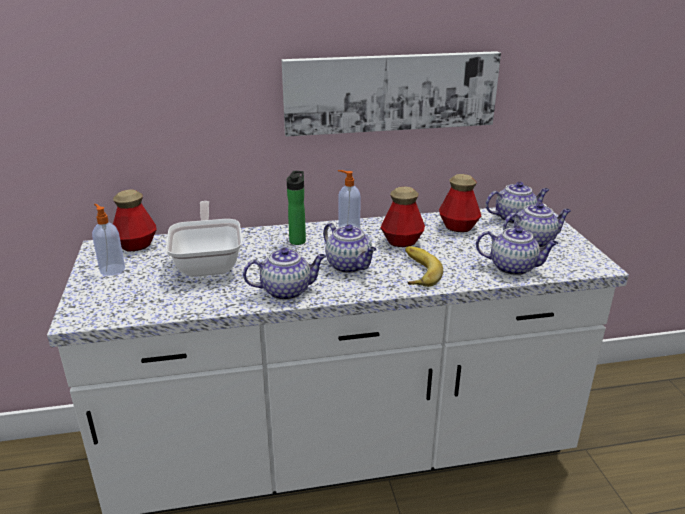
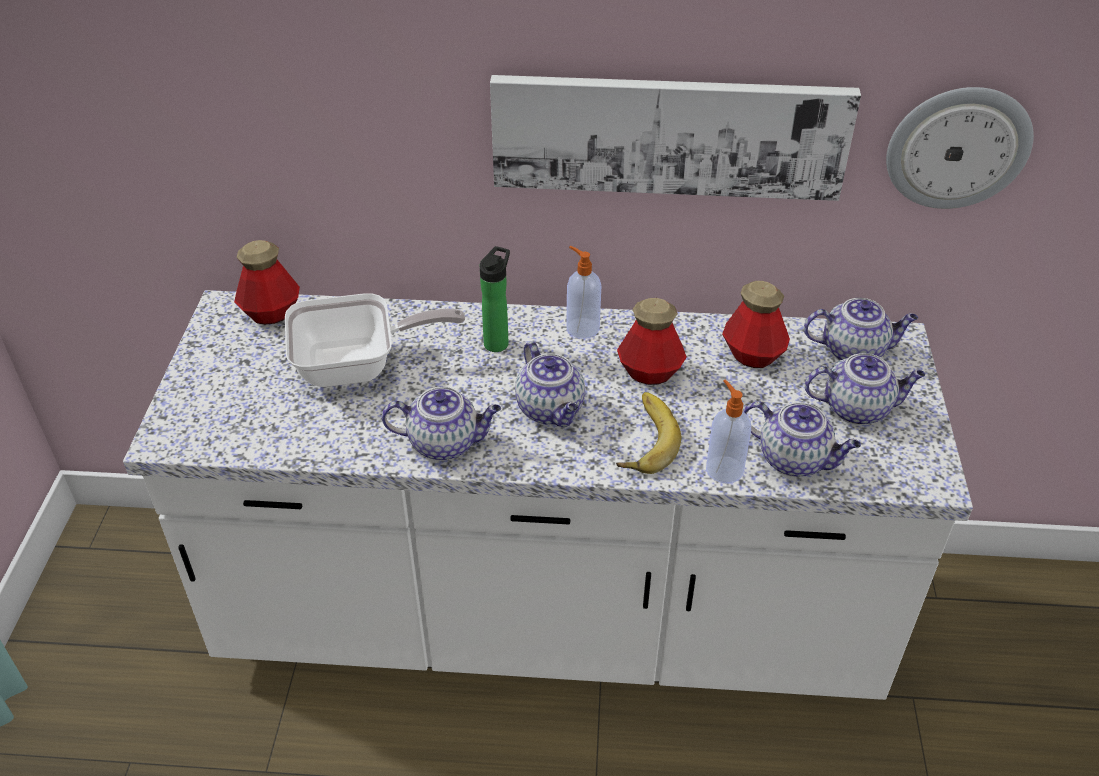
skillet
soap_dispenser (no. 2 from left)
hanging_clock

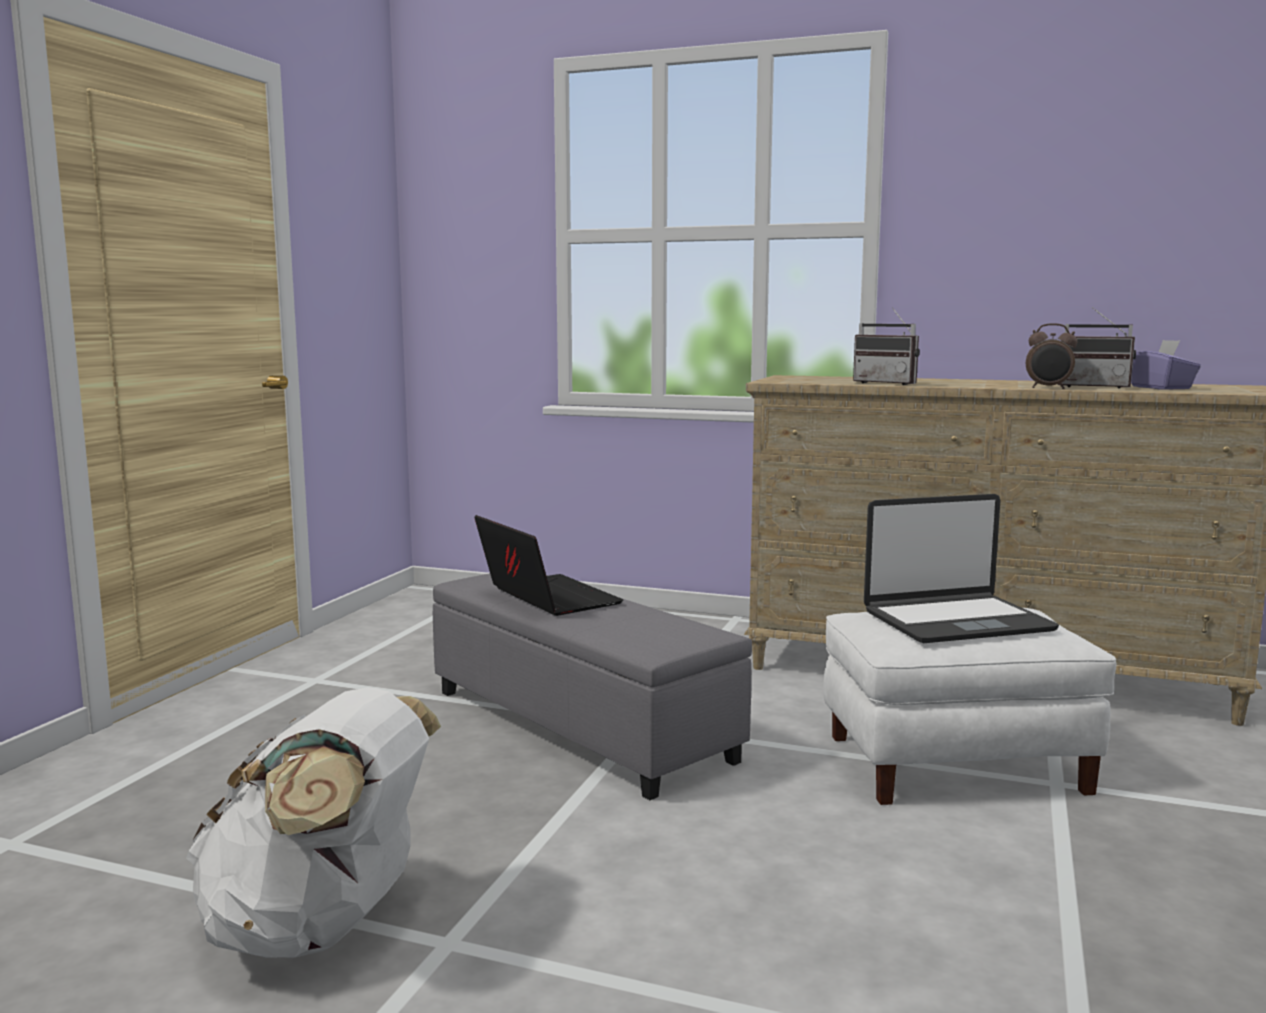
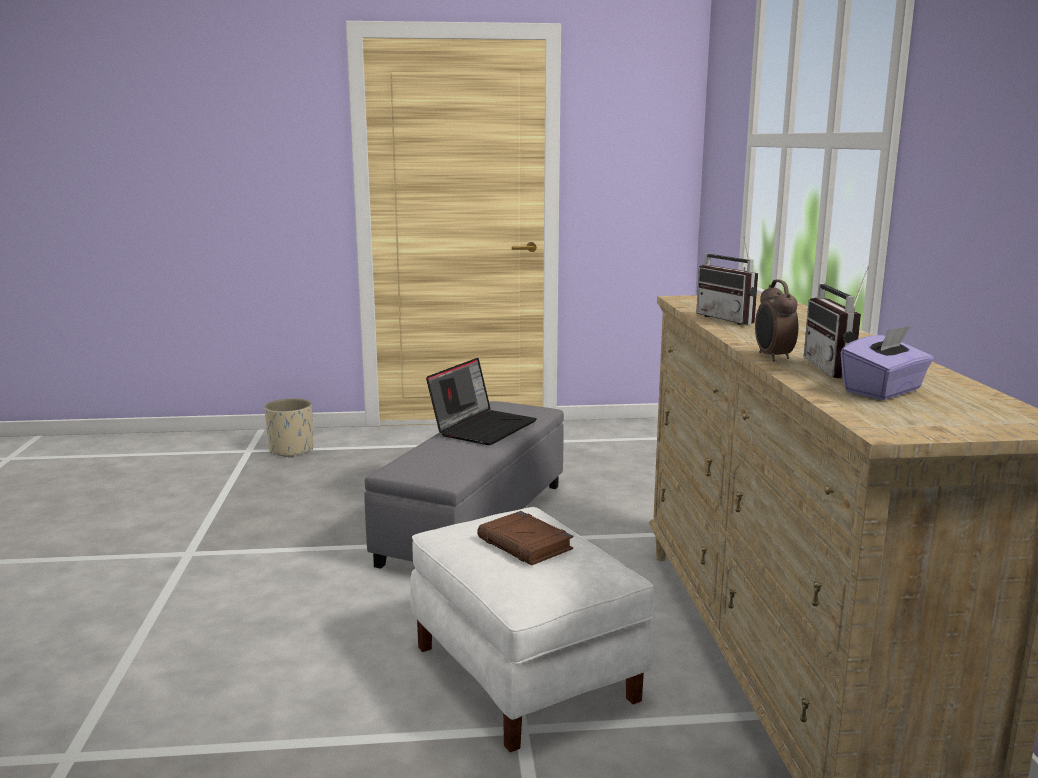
radio_receiver (no. 1 from left)
brownish_book
whitish_backpack
beige_planter

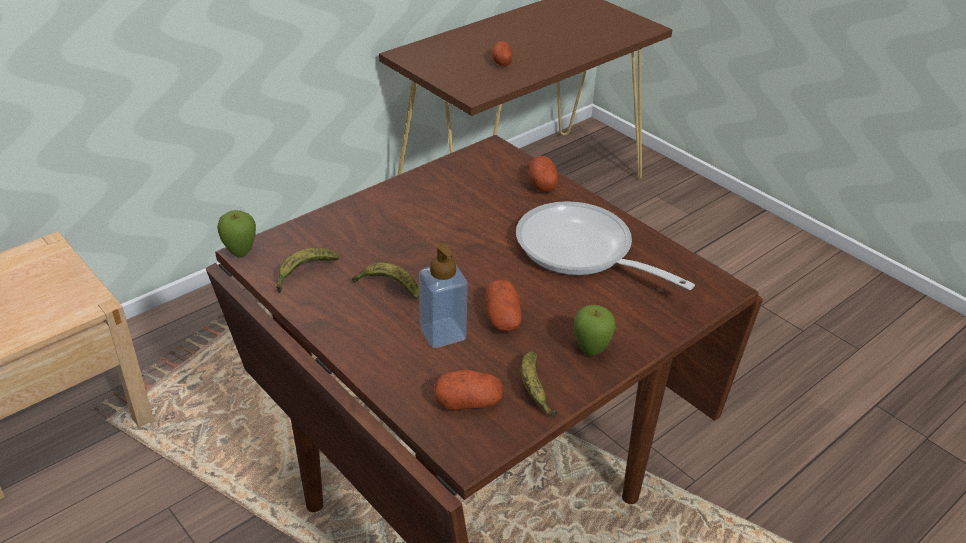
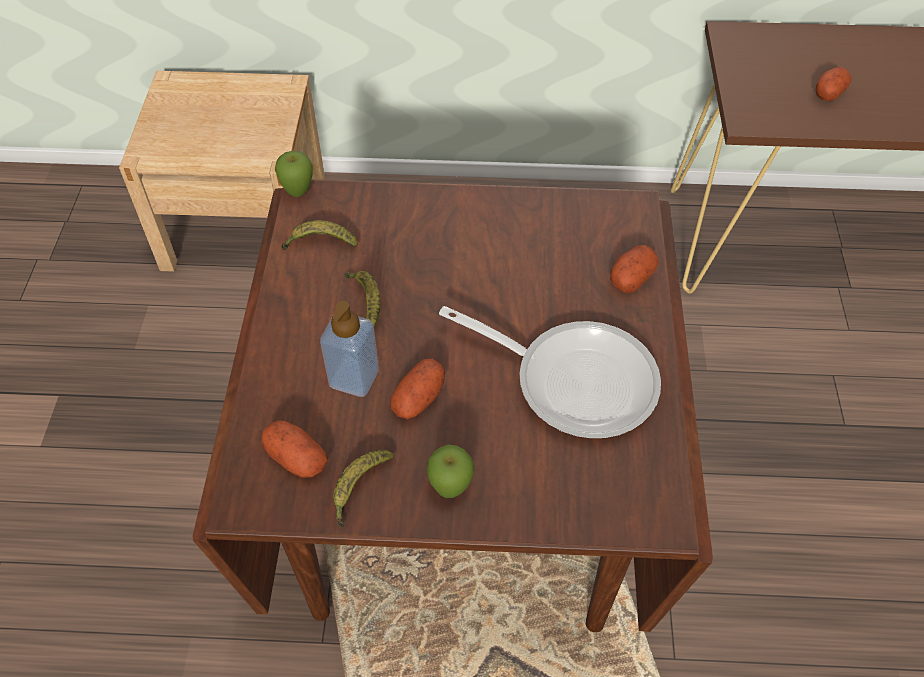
skillet

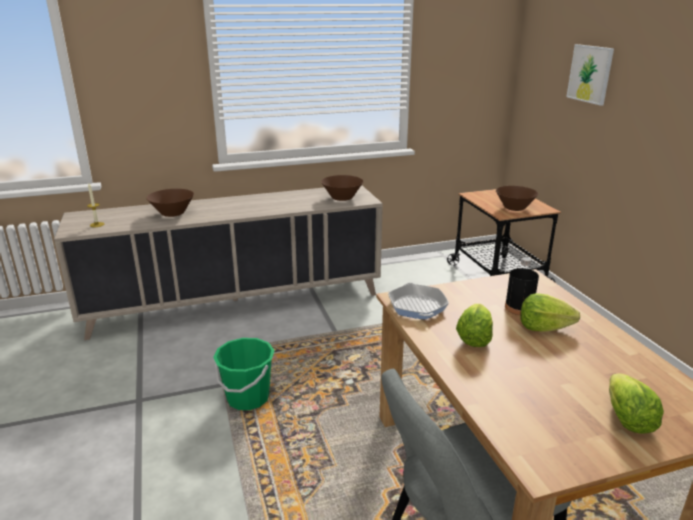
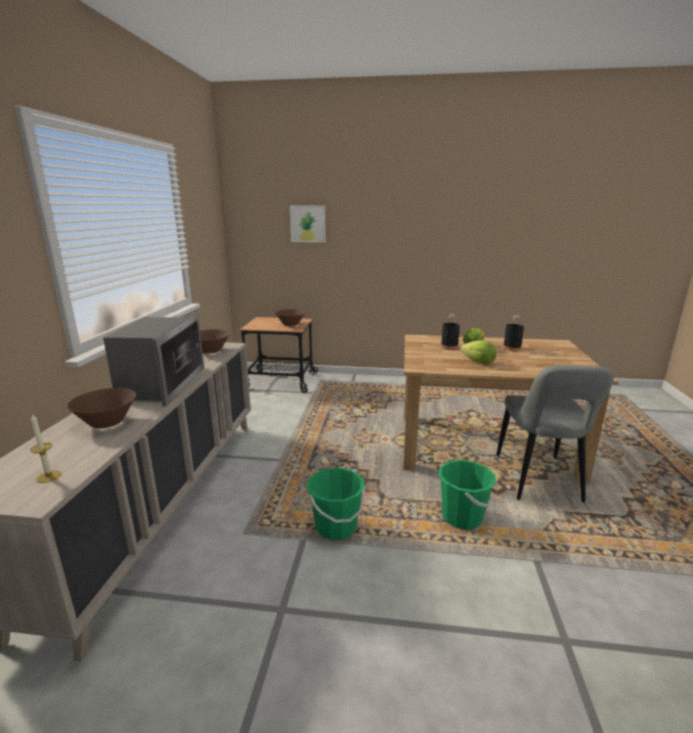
skillet
lettuce (no. 3 from left in the first image)
kitchen_microwave
black-coloured_beverage_bottle (no. 2 from left)
greenish_pail (no. 2 from left)

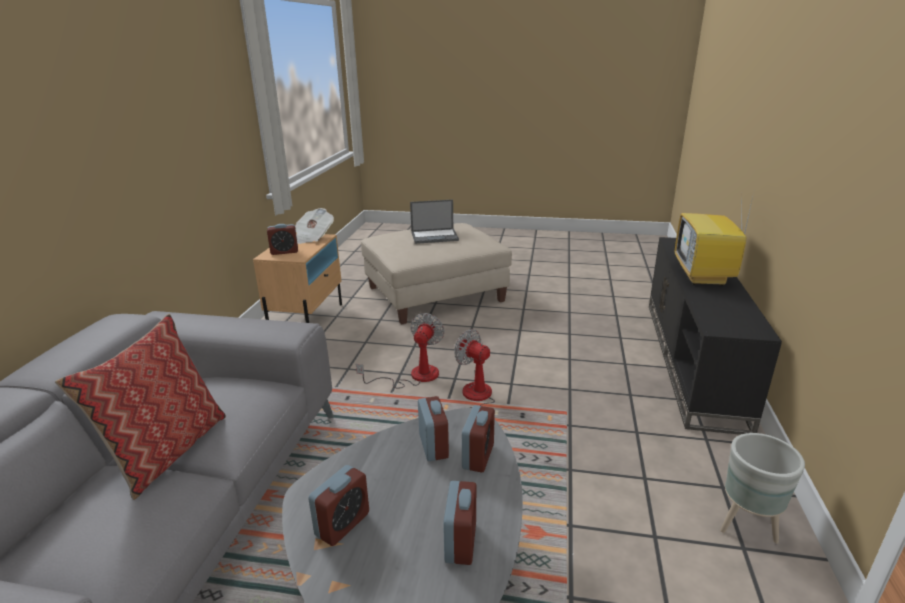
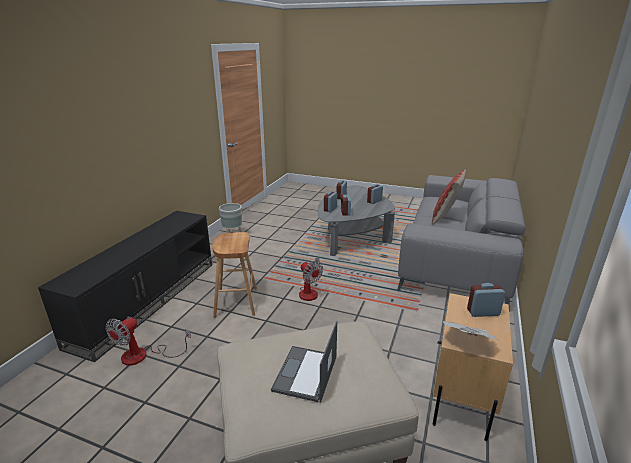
television
portable_computer
cooling_fan (no. 1 from left)
brownish_stool

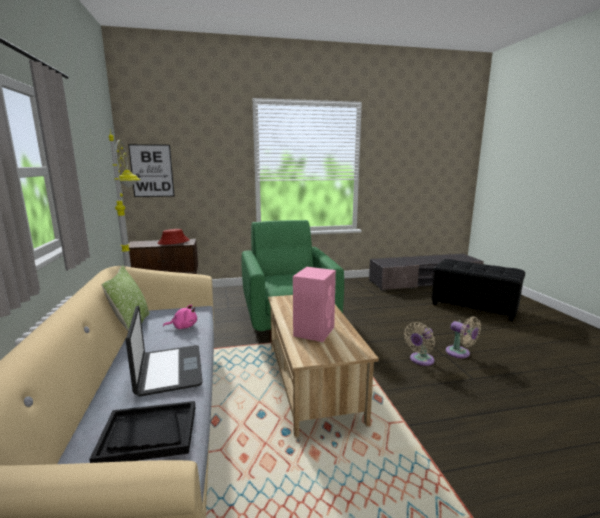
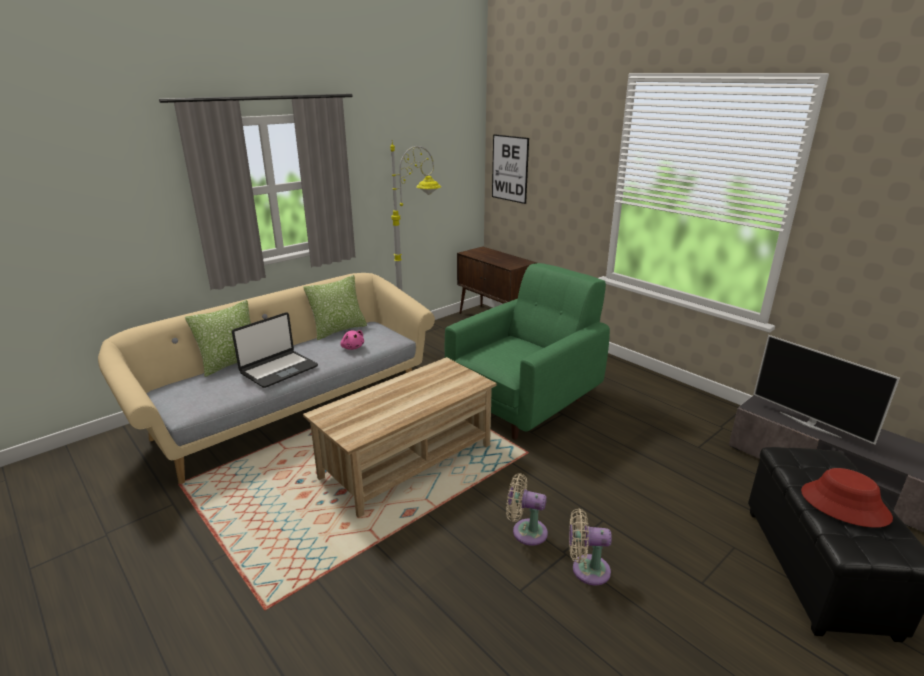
red-coloured_clothing_hat
pinkish_audio_speaker
beige_cooling_fan (no. 2 from left)
black-coloured_carrying_tray
cushion (no. 1 from left)
television

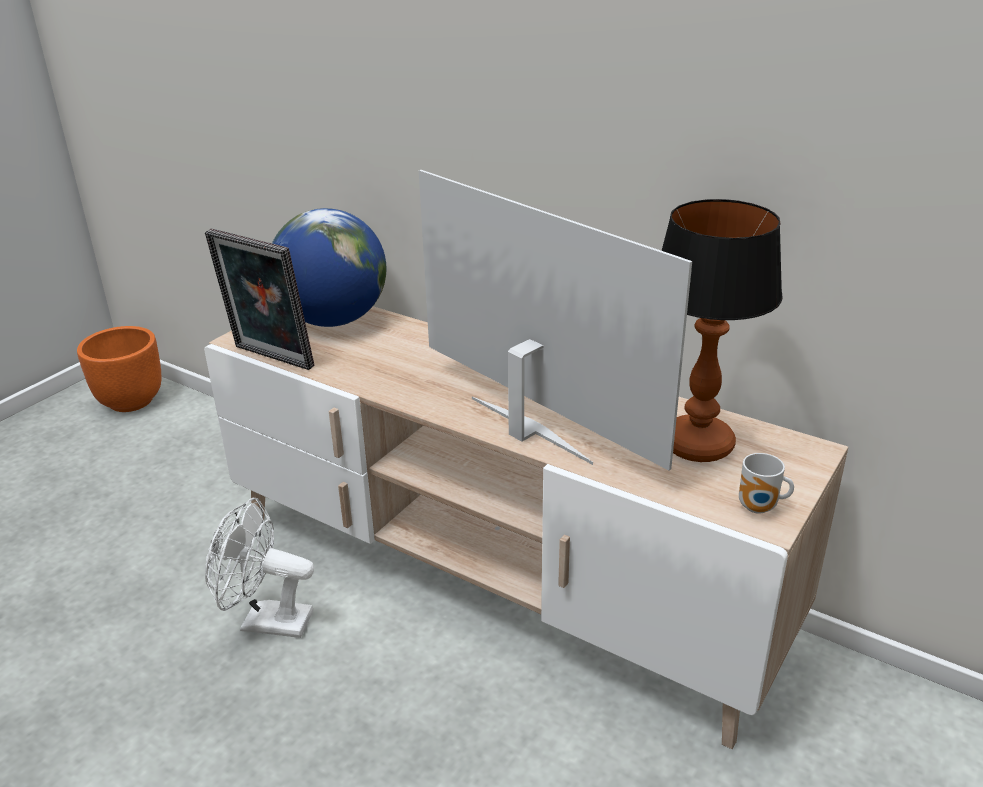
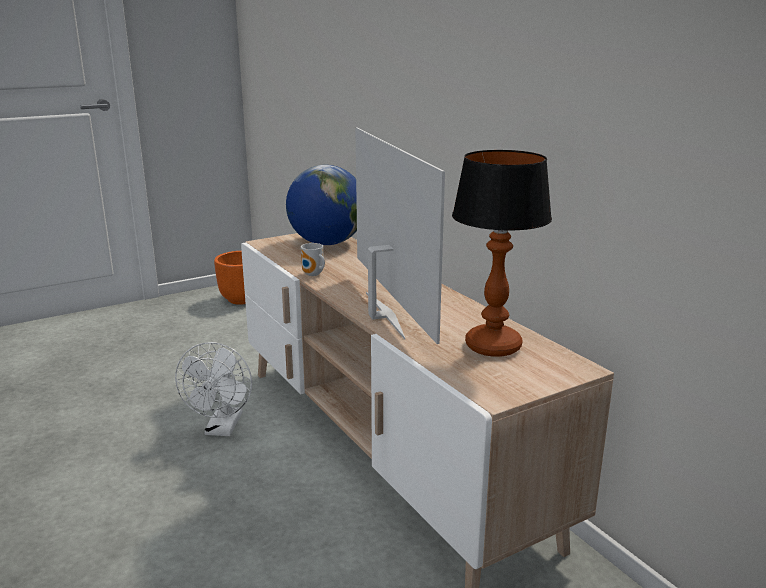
standing_frame
coffee_mug
whitish_cooling_fan

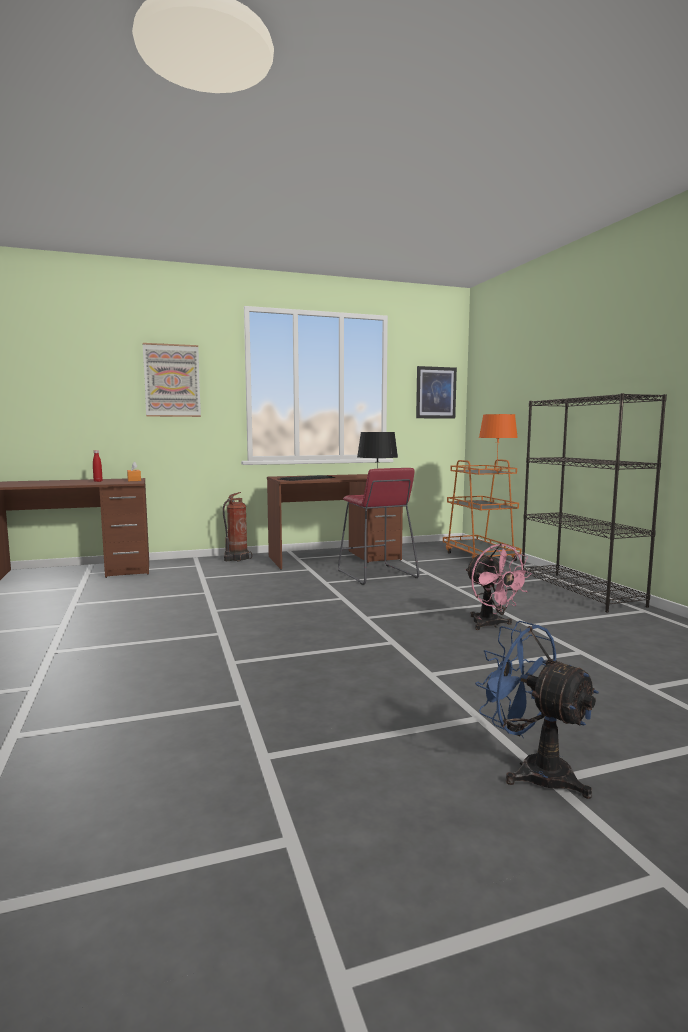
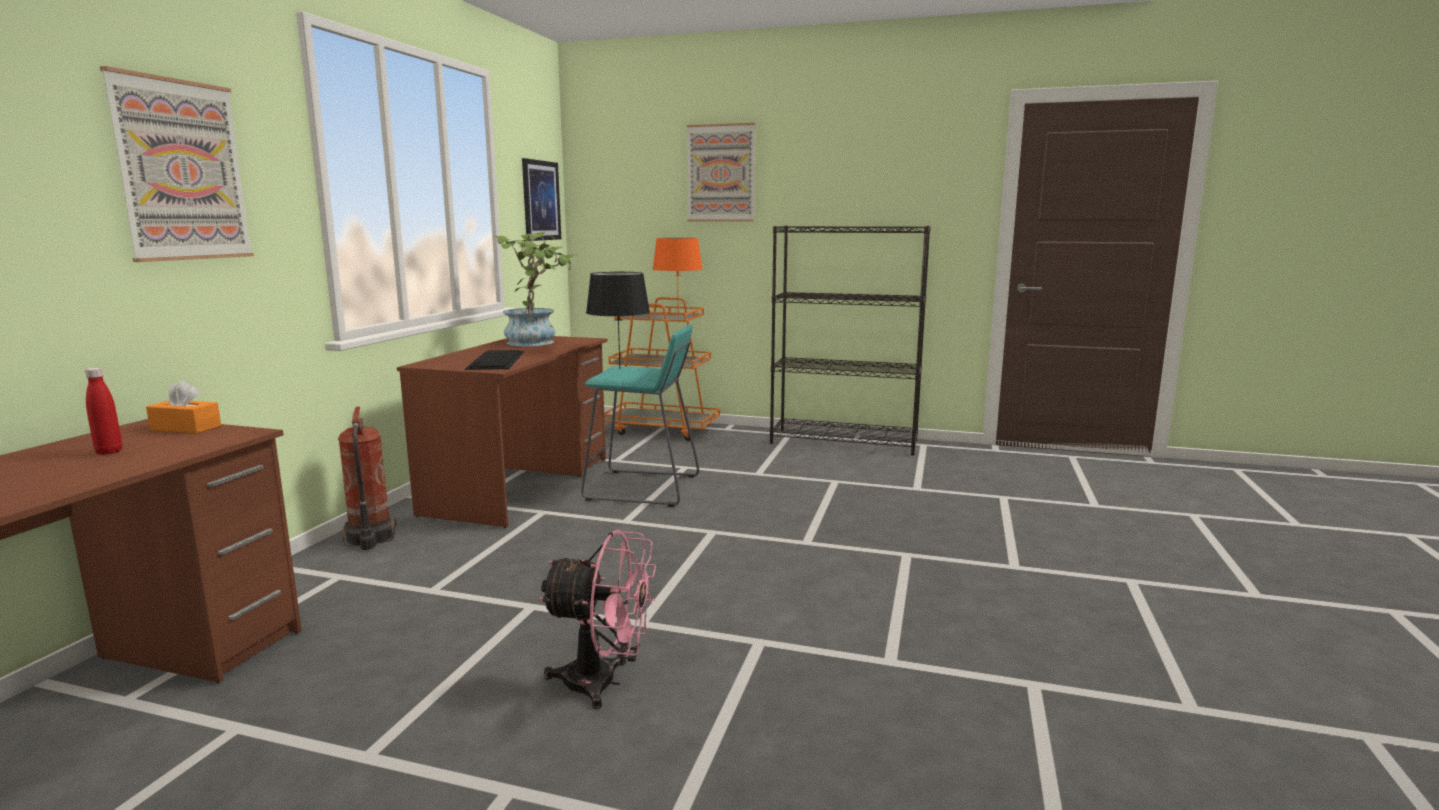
turquoise-coloured_stool
pinkish_cooling_fan
blue-coloured_cooling_fan
wall_picture (no. 3 from left)
plant_in_a_pot

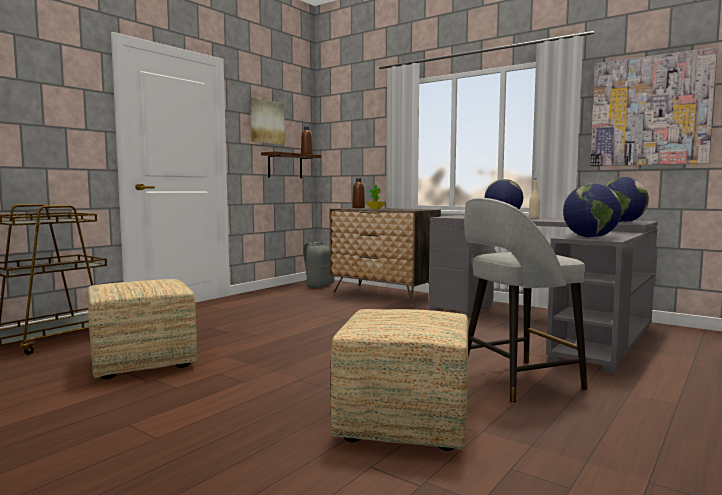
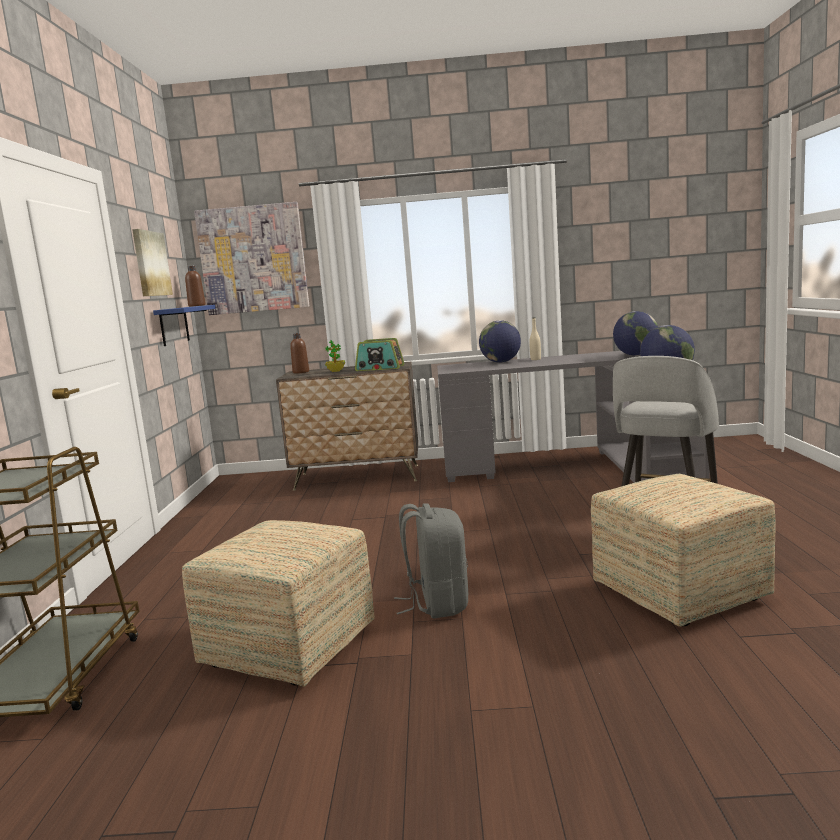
wall_picture (no. 2 from left)
blue-coloured_shelf
greyish_backpack
radio_receiver

